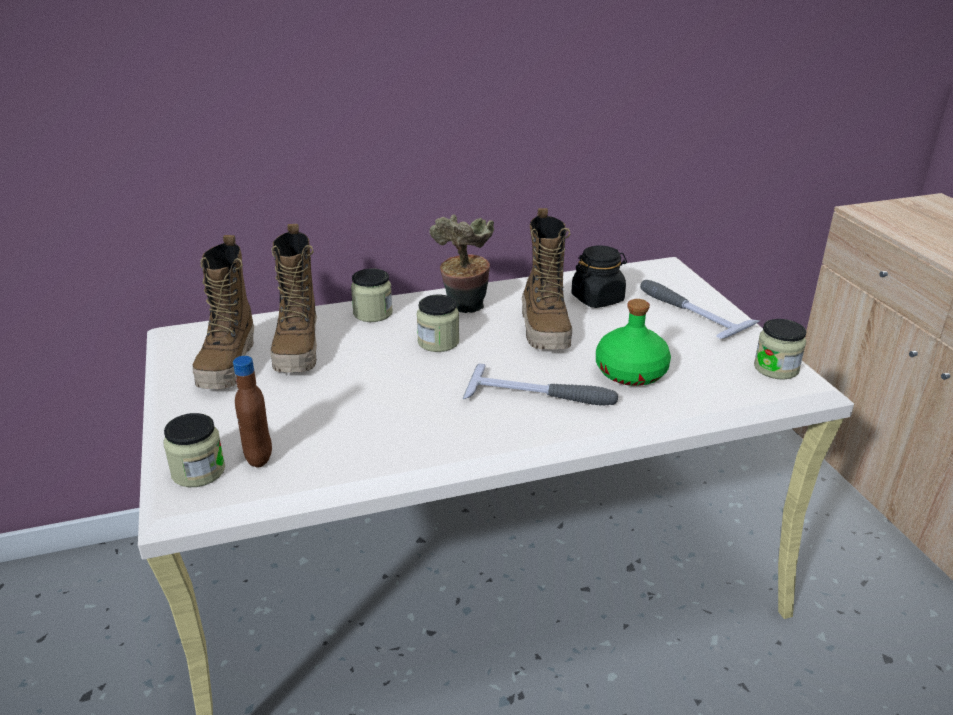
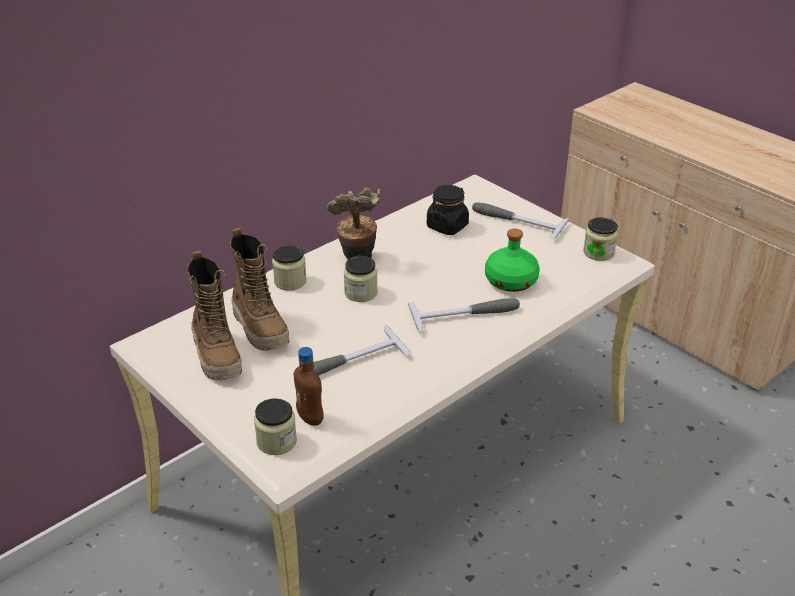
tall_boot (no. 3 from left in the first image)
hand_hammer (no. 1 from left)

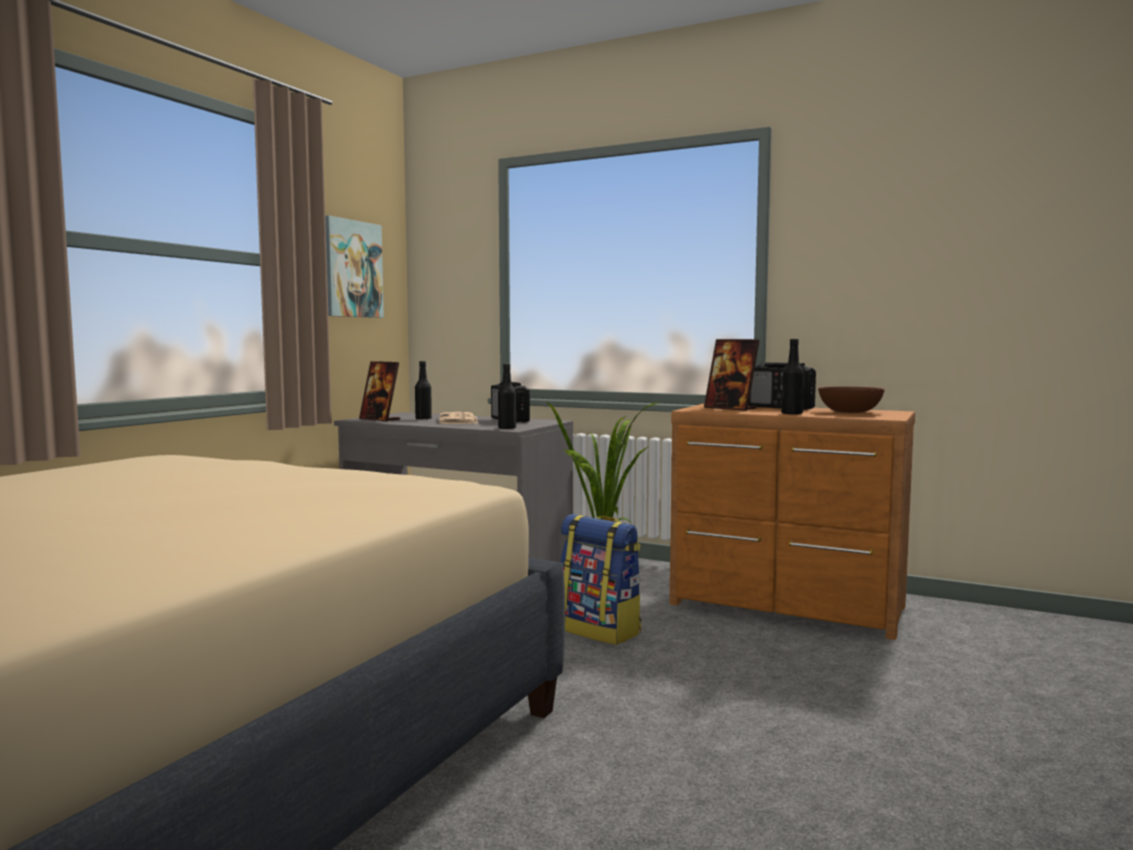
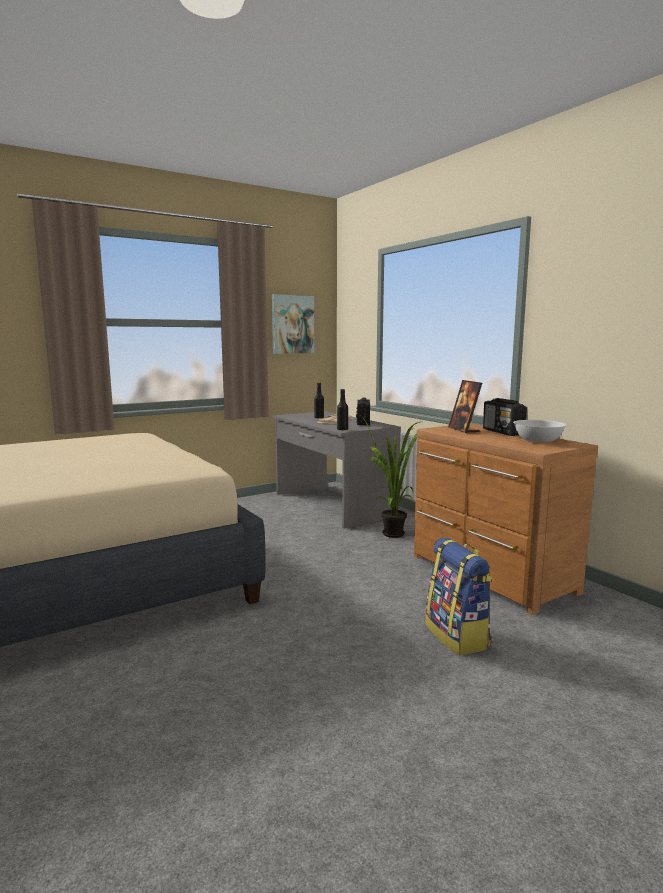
black-coloured_beverage_bottle (no. 3 from left in the first image)
standing_frame (no. 1 from left in the first image)
whitish_deep_dish
backpack

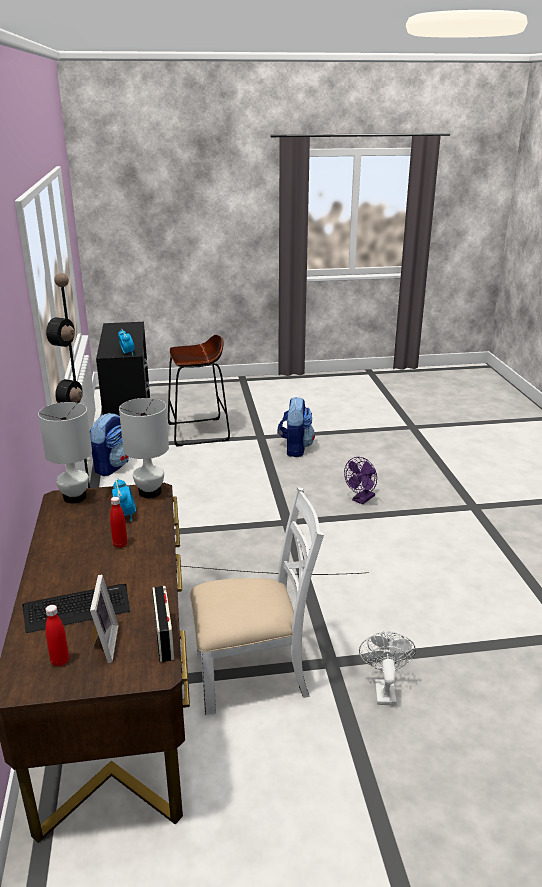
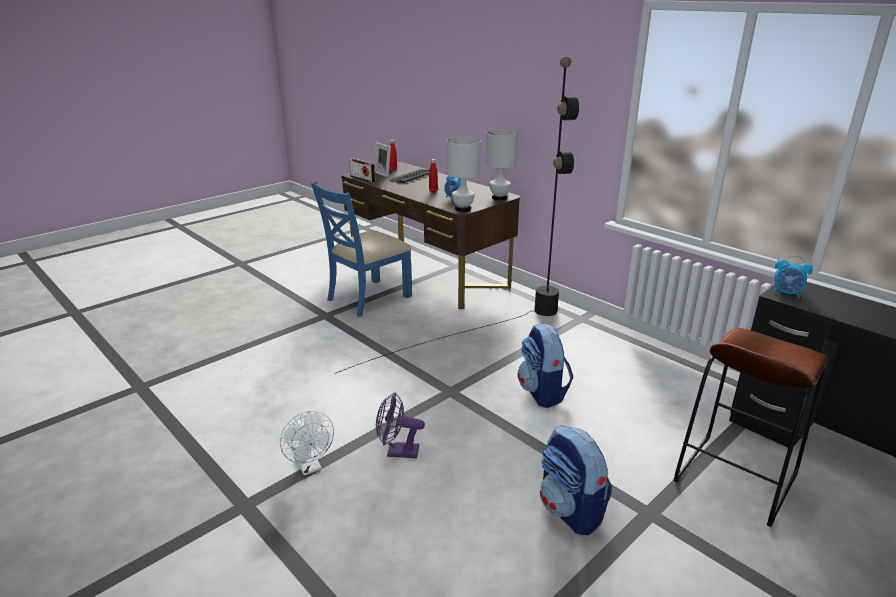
backpack (no. 1 from left)
purplish_cooling_fan
blue-coloured_chair
whitish_cooling_fan

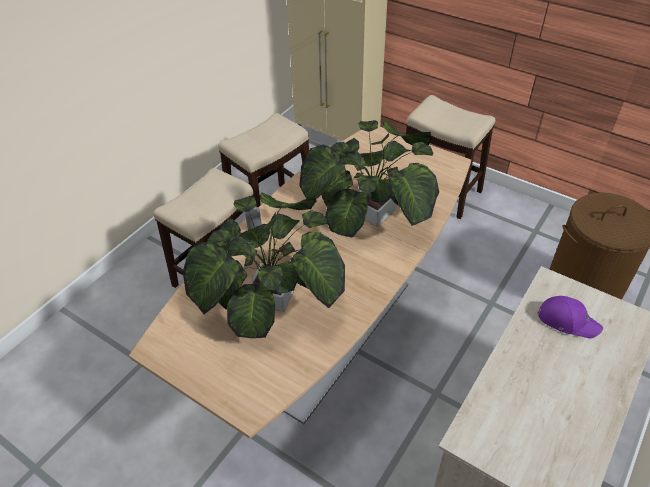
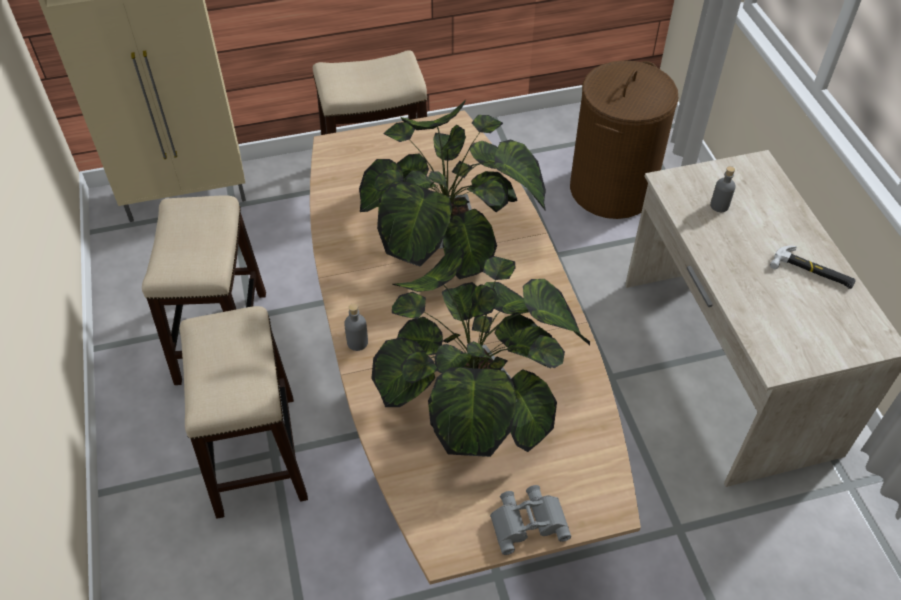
greyish_beverage_bottle (no. 2 from left)
hand_hammer
greyish_field_glasses

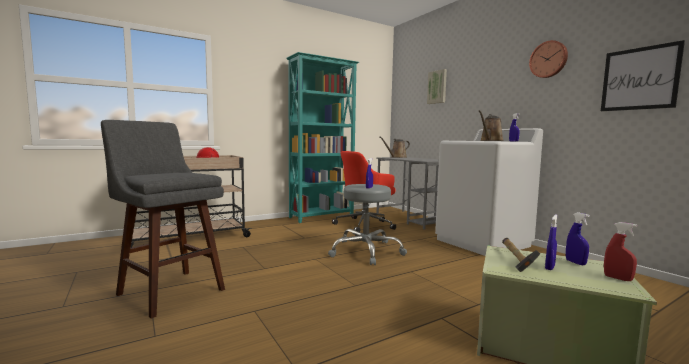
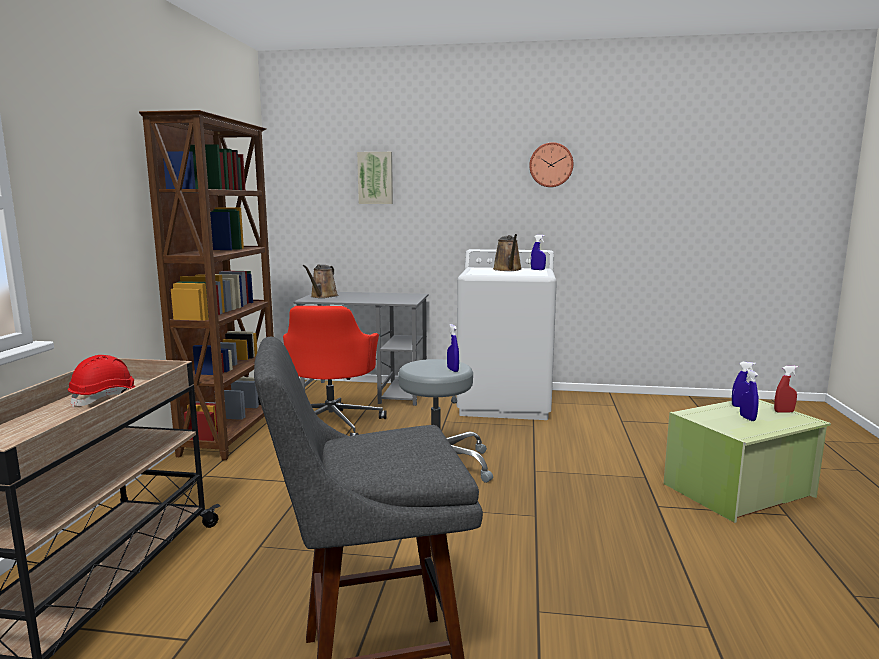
wall_picture (no. 2 from left in the first image)
brownish_shelving_unit
hand_hammer

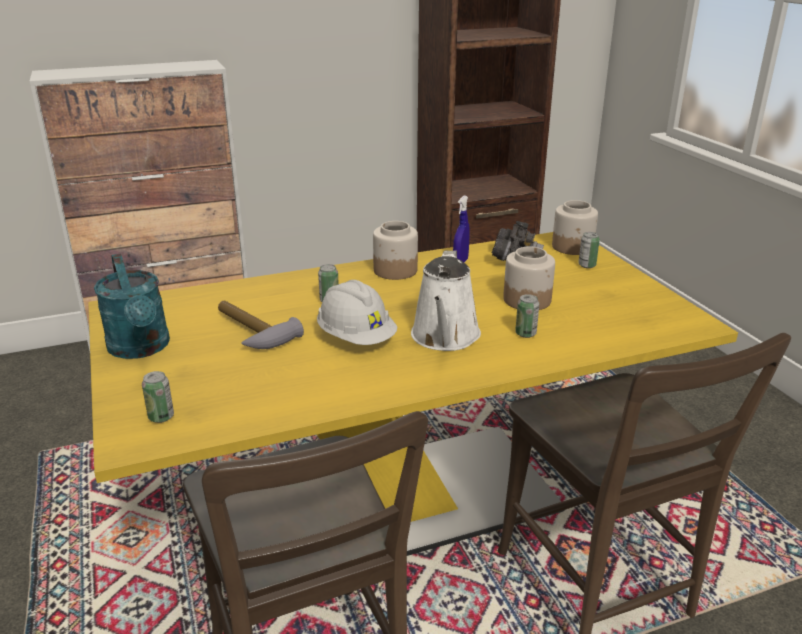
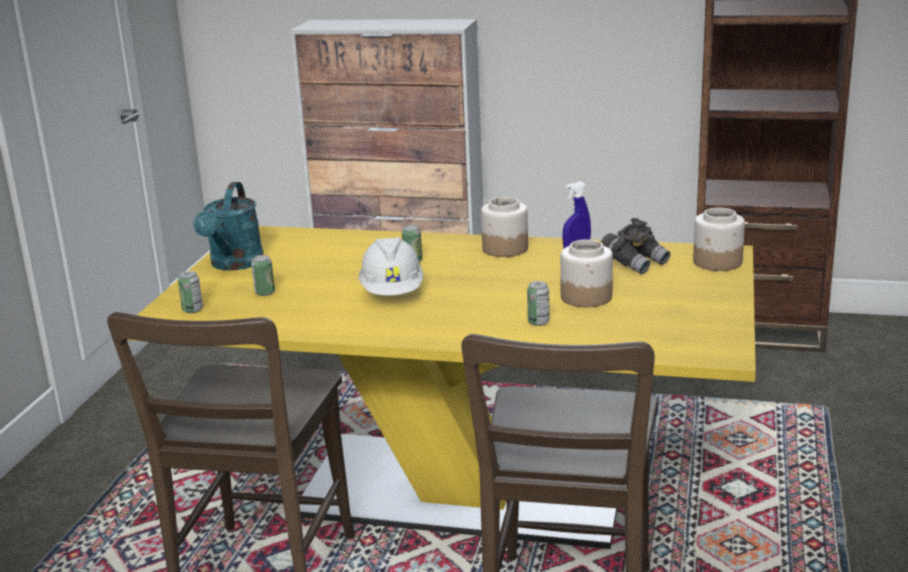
sealed_can (no. 2 from left)
whitish_watering_can
hand_hammer

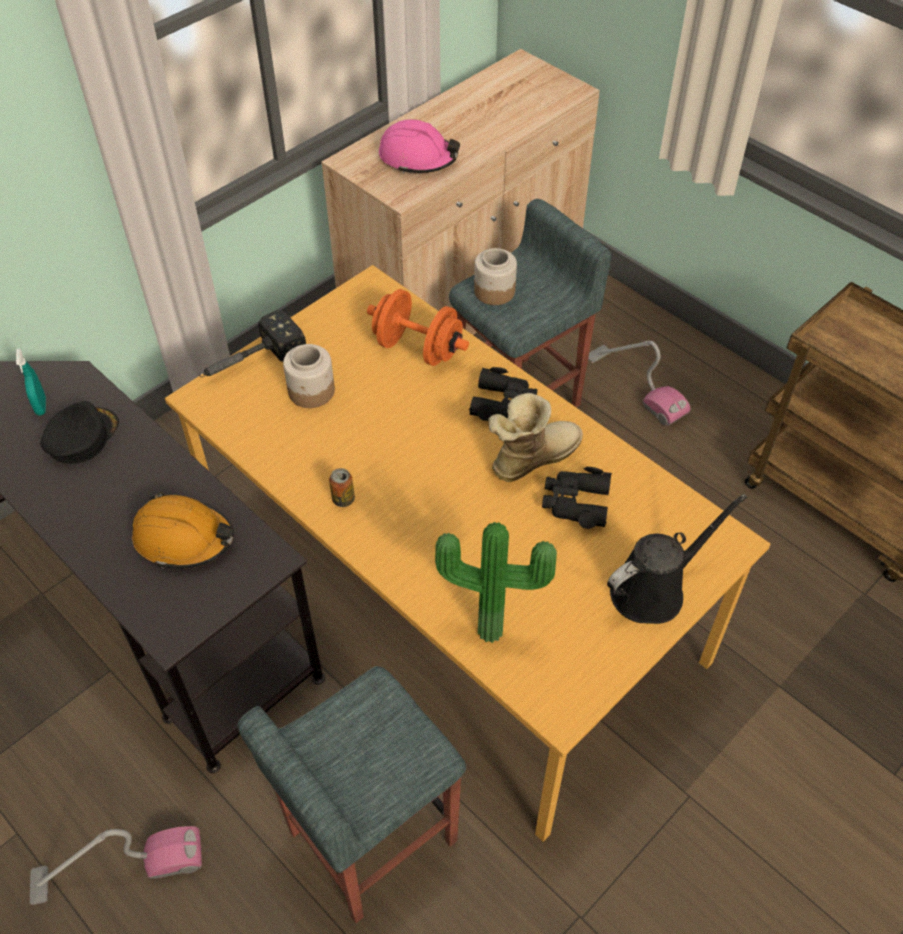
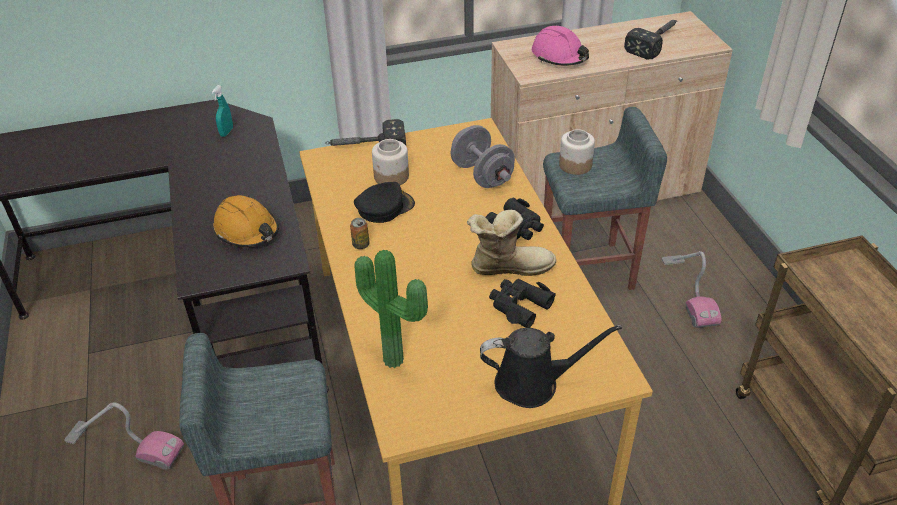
greyish_hand_weight
black-coloured_peaked_cap
hand_hammer (no. 2 from left)

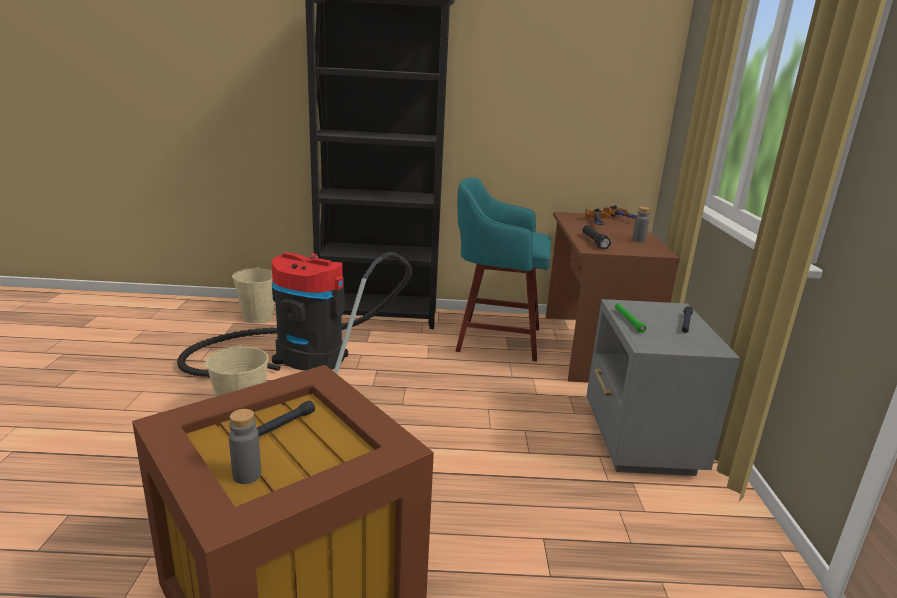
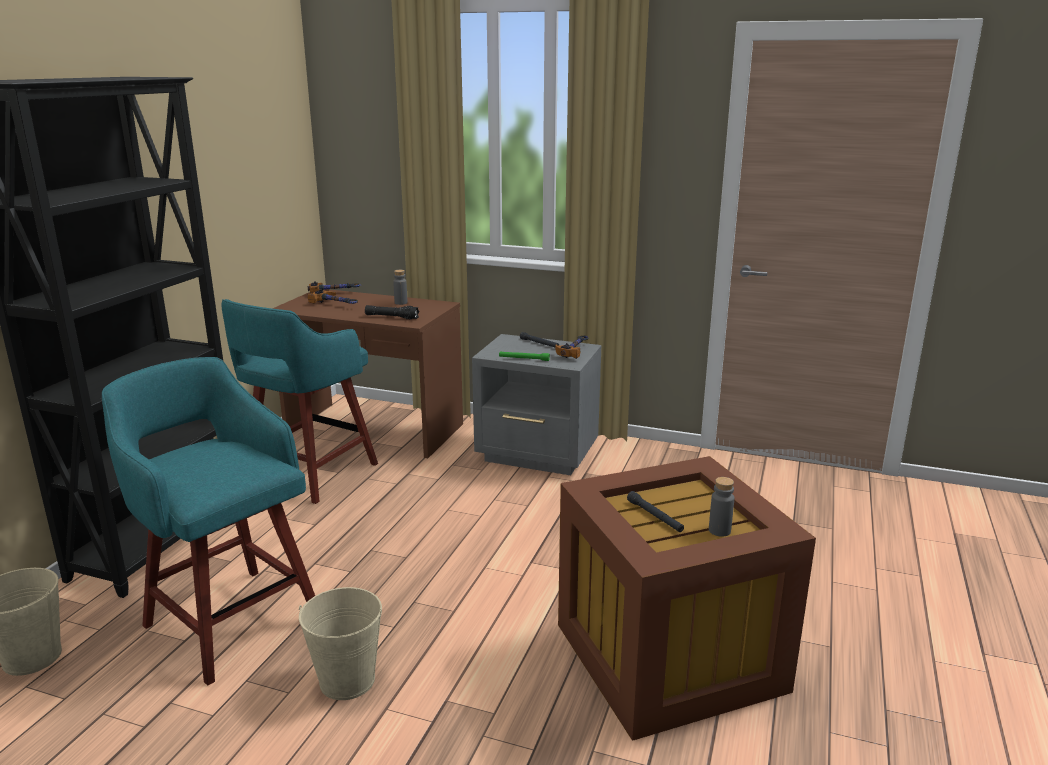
turquoise-coloured_stool (no. 1 from left)
hand_hammer (no. 3 from left)

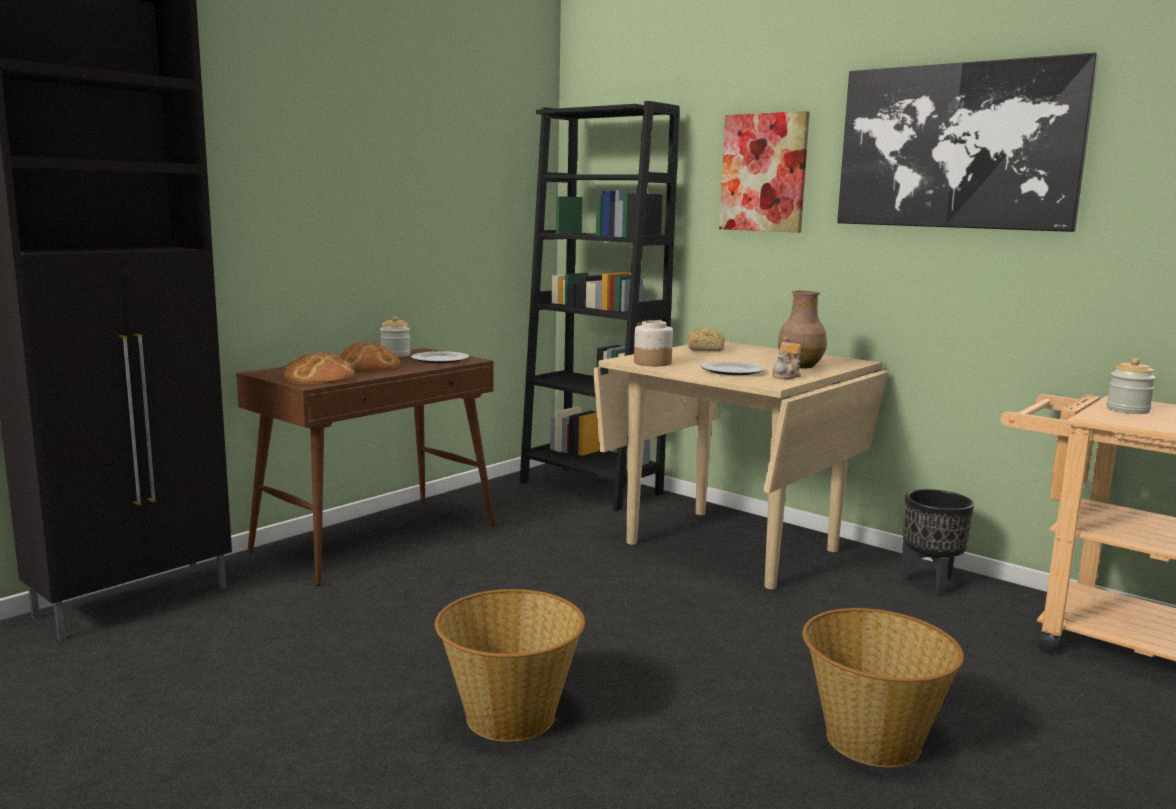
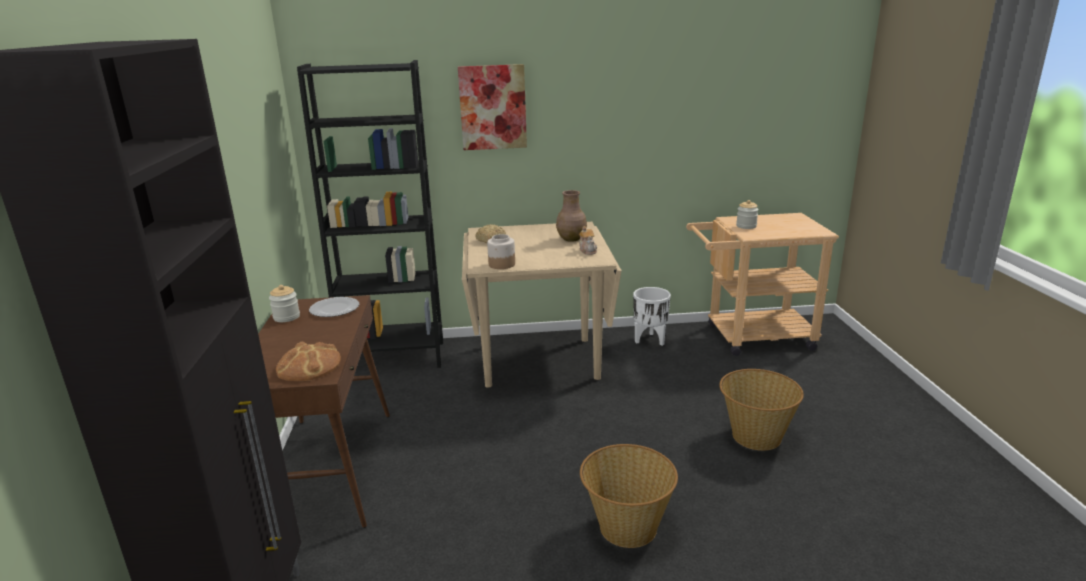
wall_picture (no. 2 from left in the first image)
bakery_bread (no. 2 from left in the first image)
flat_dish (no. 2 from left in the first image)
whitish_planter

